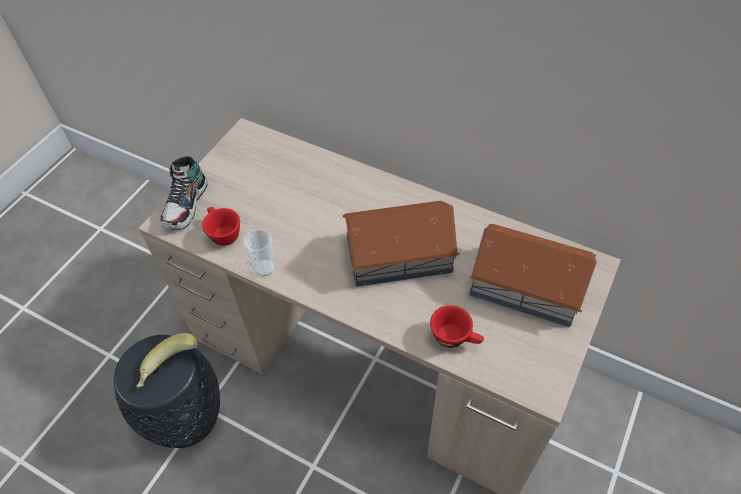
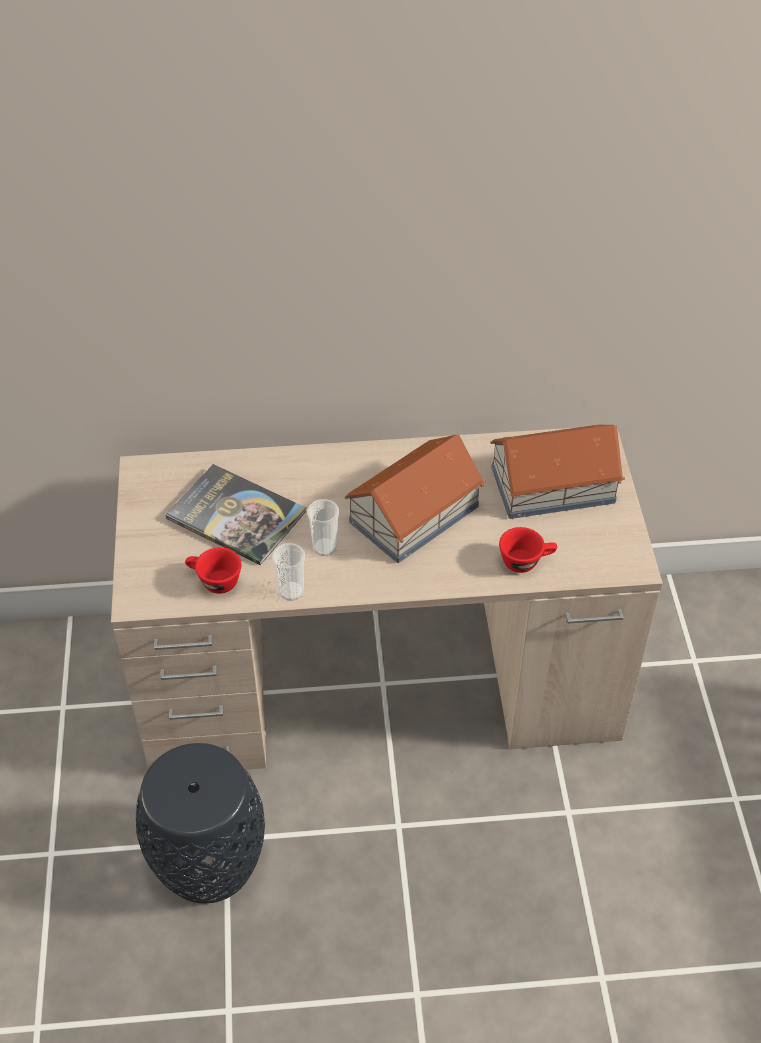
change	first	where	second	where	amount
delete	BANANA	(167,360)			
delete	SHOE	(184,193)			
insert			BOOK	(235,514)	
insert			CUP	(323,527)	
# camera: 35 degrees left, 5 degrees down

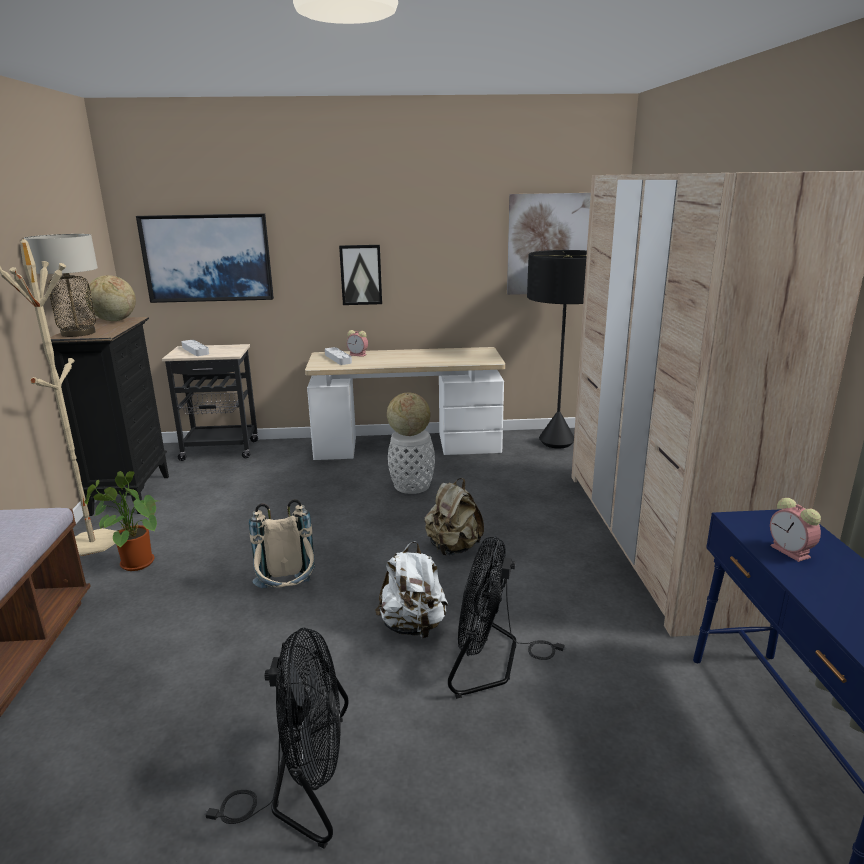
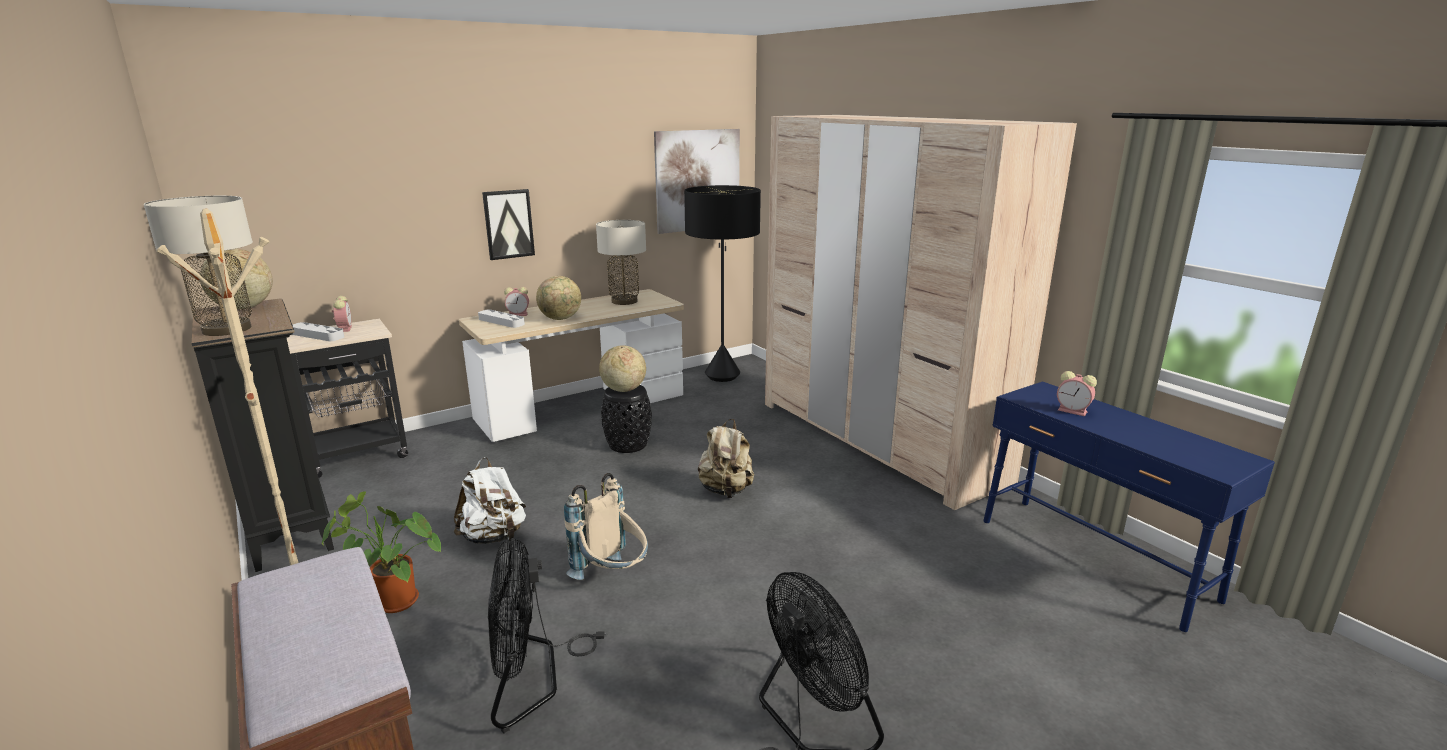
change	first	where	second	where	amount
delete	PICTURE	(205,258)			
insert			ALARM CLOCK	(342,314)	
insert			GLOBE	(558,298)	
insert			TABLE LAMP	(621,262)	
move	WHITE BACKPACK	(411,590)		(489,500)	
move	BLACK FAN	(507,617)		(547,636)	
recolor	WHITE STOOL	(411,462)	BLACK STOOL	(626,419)	
# camera: 30 degrees left, 0 degrees up

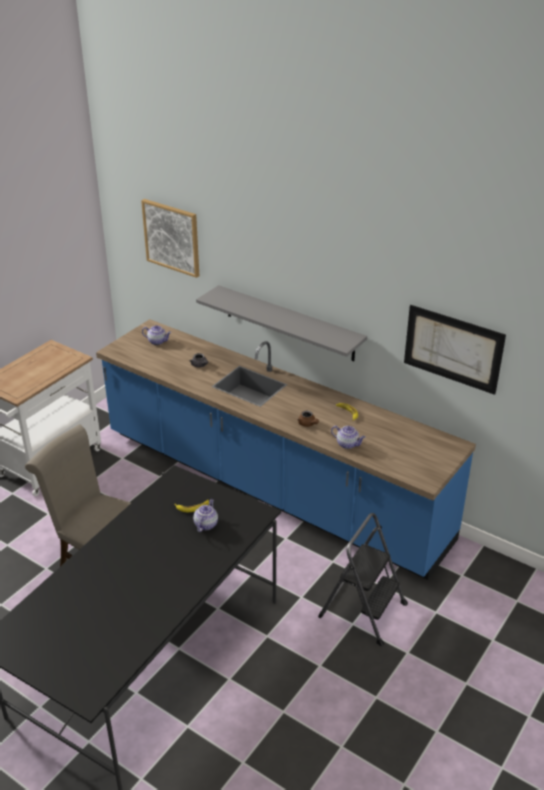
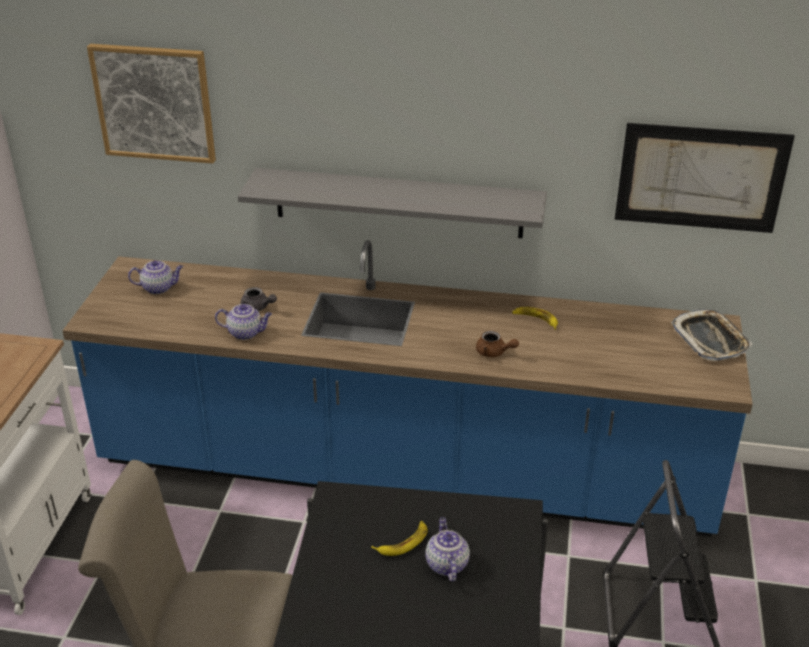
change	first	where	second	where	amount
insert			TRAY	(712,335)	
move	TEAPOT	(348,437)		(243,322)	
# camera: 25 degrees left, 0 degrees up

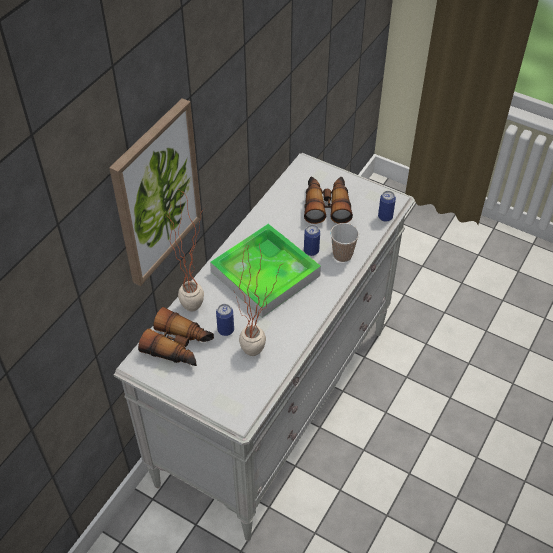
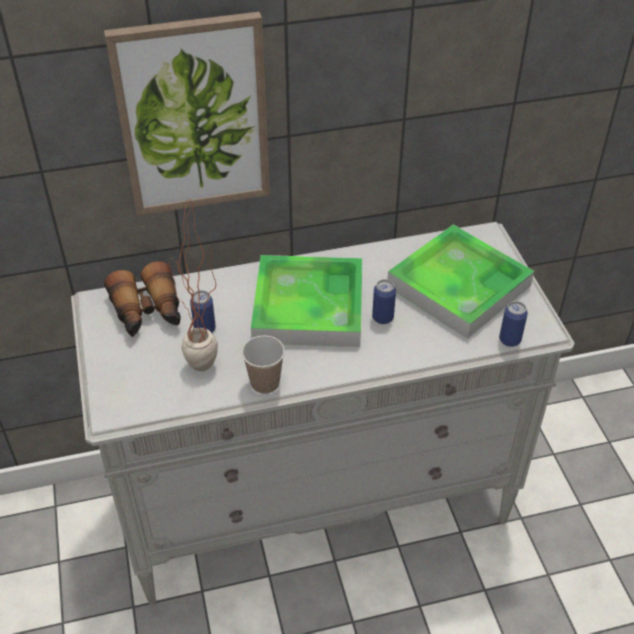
change	first	where	second	where	amount
delete	POTTED PLANT	(185,250)			
move	CUP	(344,242)		(263,364)	
replace	BINOCULARS	(328,200)	TRAY	(460,281)	
# camera: 45 degrees right, 5 degrees down

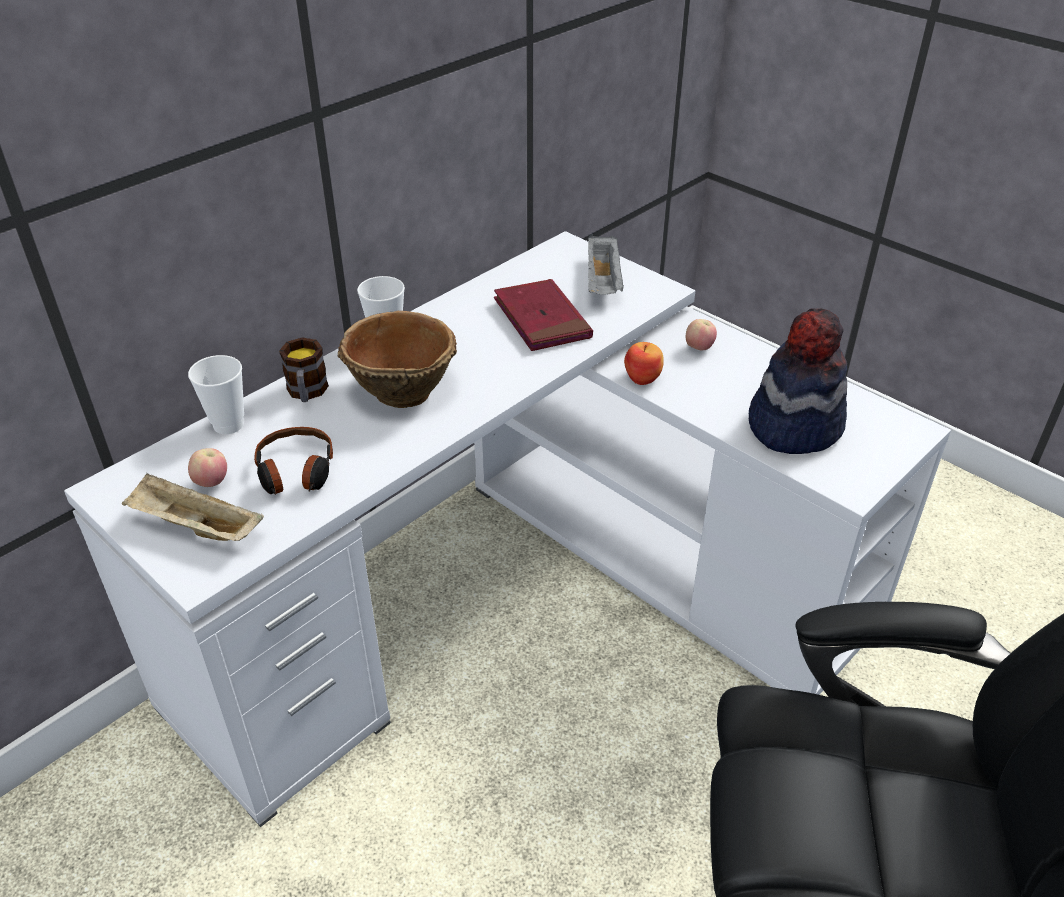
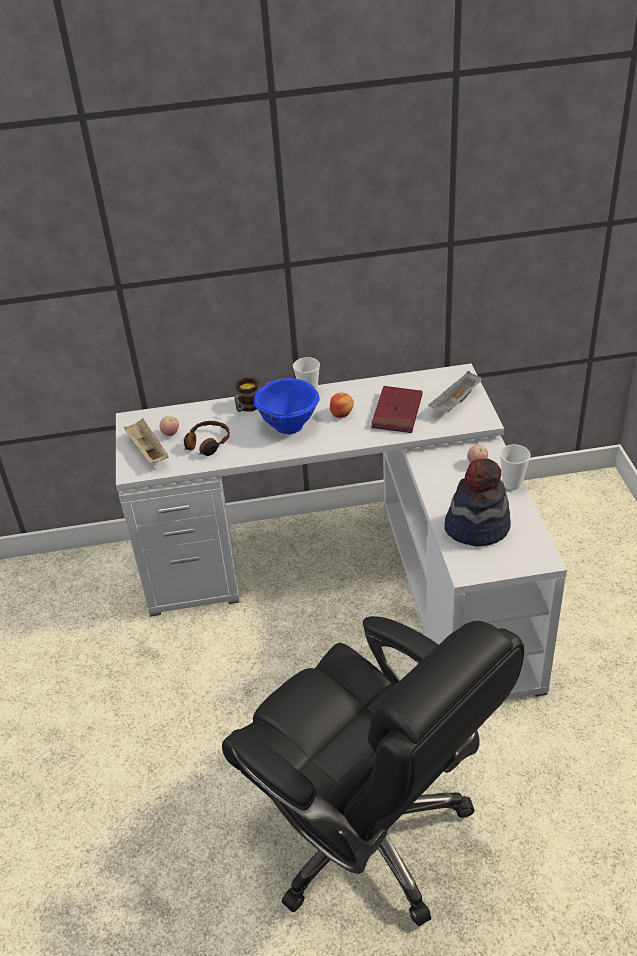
change	first	where	second	where	amount
move	CUP	(216,394)		(515,467)	
move	APPLE	(644,363)		(342,405)	
recolor	BROWN BOWL	(397,359)	BLUE BOWL	(287,406)	
# camera: 40 degrees right, 0 degrees up

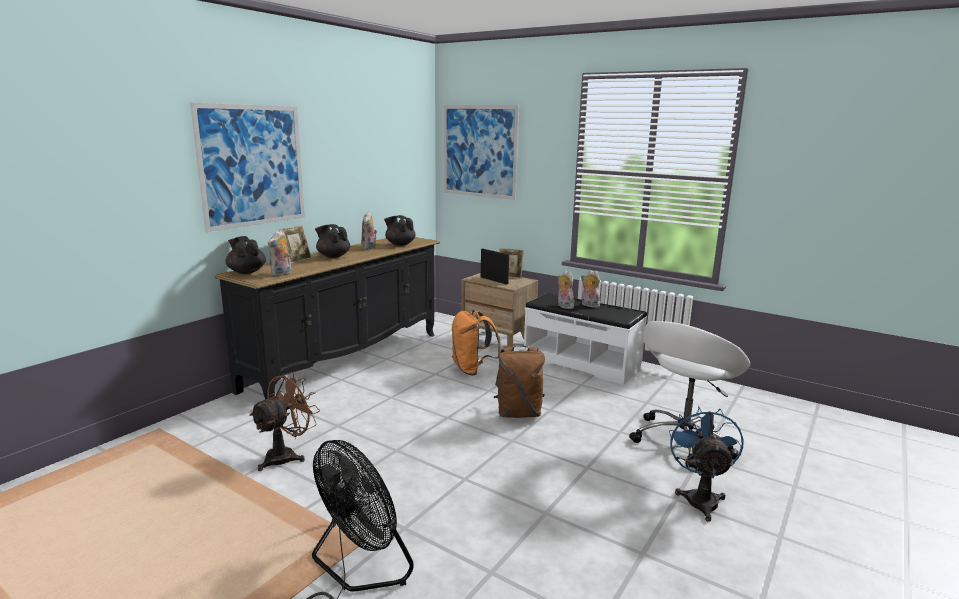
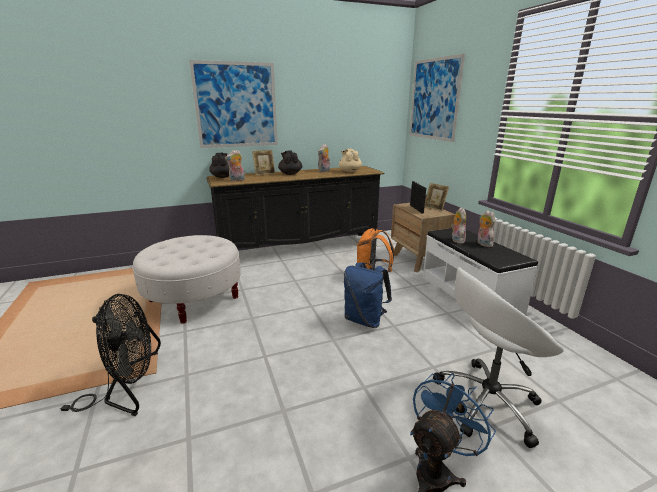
change	first	where	second	where	amount
replace	BROWN FAN	(284,421)	WHITE OTTOMAN	(186,279)	
recolor	BLACK TEAPOT	(400,230)	BEIGE TEAPOT	(350,160)	
recolor	BROWN BACKPACK	(519,381)	BLUE BACKPACK	(368,295)	
# camera: 35 degrees right, 5 degrees up

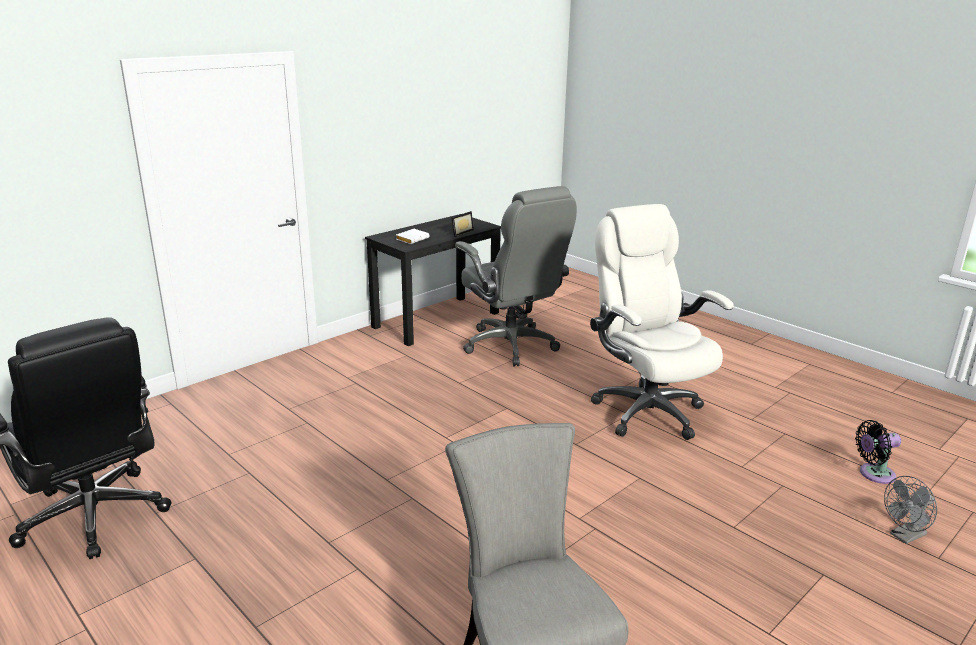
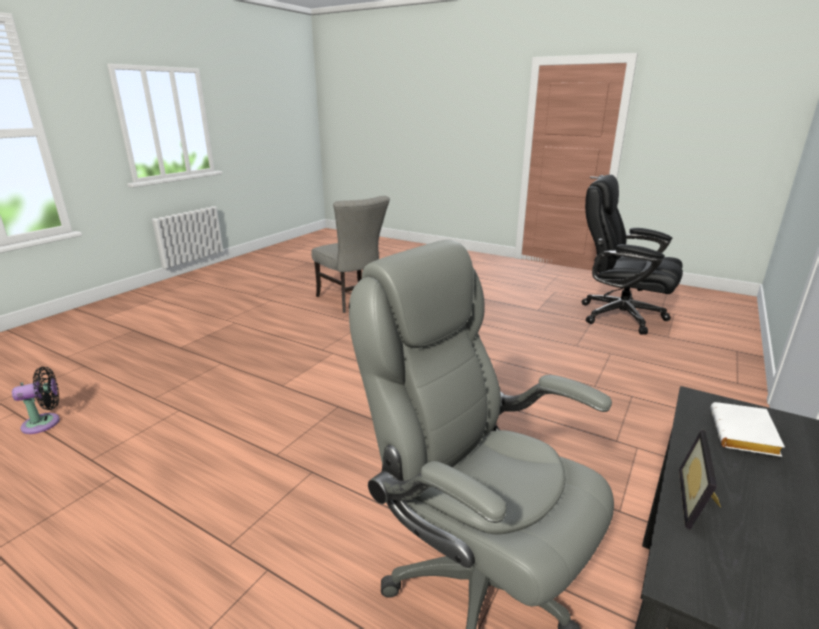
change	first	where	second	where	amount
delete	WHITE OFFICE CHAIR	(662,322)			
delete	GREY FAN	(910,510)			
# camera: 165 degrees right, 0 degrees up

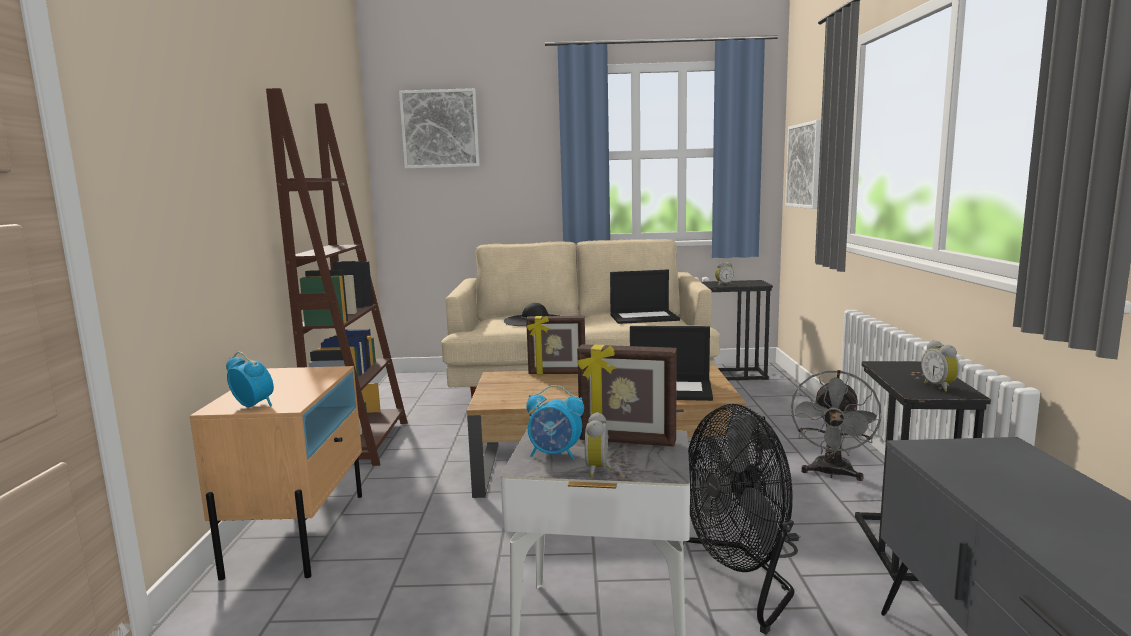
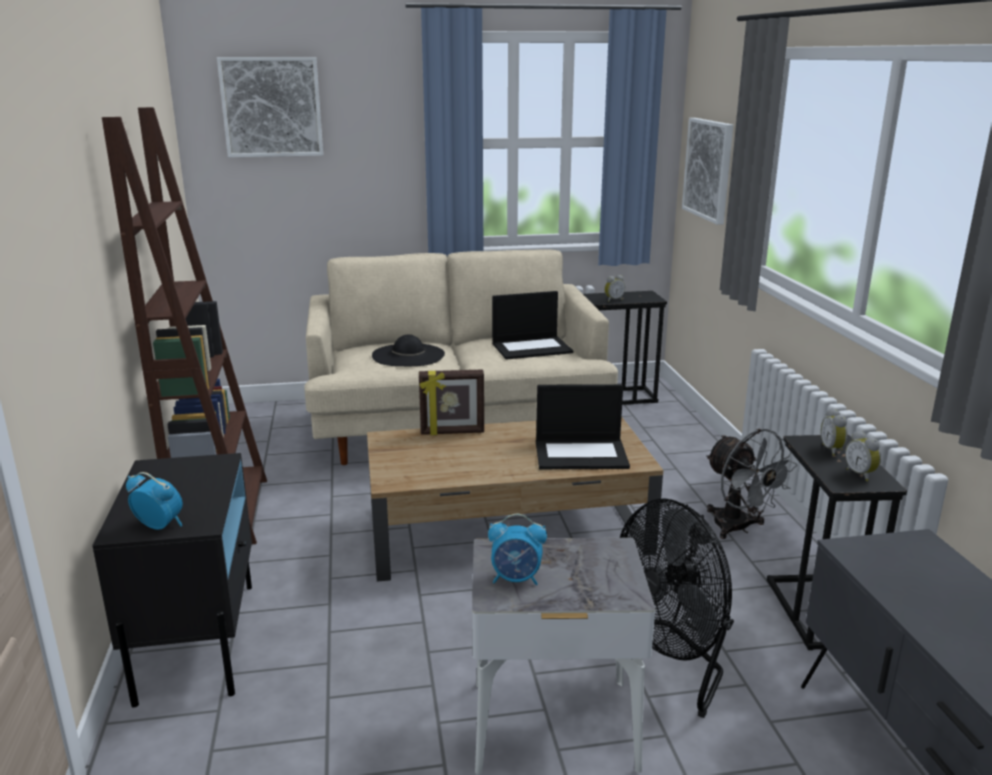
change	first	where	second	where	amount
delete	PICTURE FRAME	(627,395)			
move	ALARM CLOCK	(598,444)		(834,432)	
recolor	BEIGE NIGHTSTAND	(276,473)	BLACK NIGHTSTAND	(172,580)	
rotate	GREY FAN	(835,425)		(752,484)	45 degrees counterclockwise
# camera: 10 degrees left, 10 degrees up

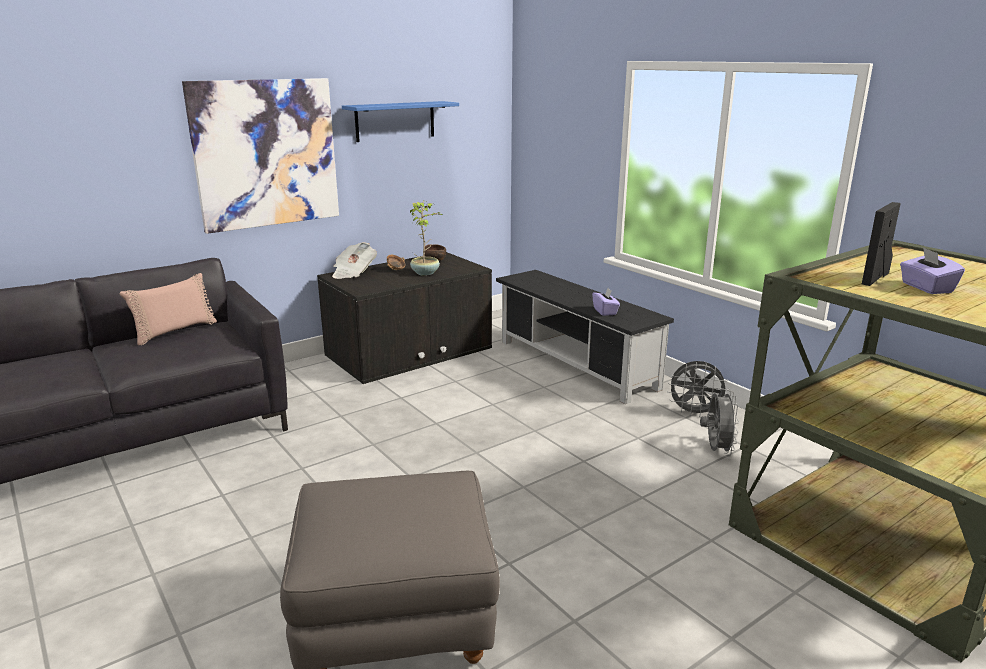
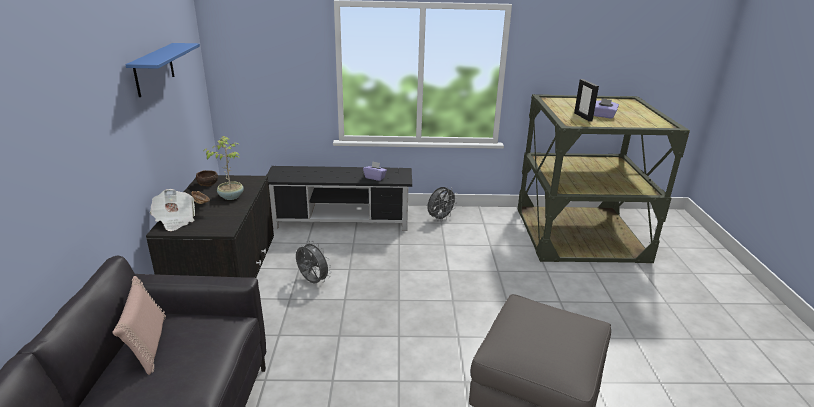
change	first	where	second	where	amount
delete	PICTURE	(260,156)			
move	GREY FAN	(719,423)		(313,261)	
# camera: 55 degrees left, 5 degrees up

